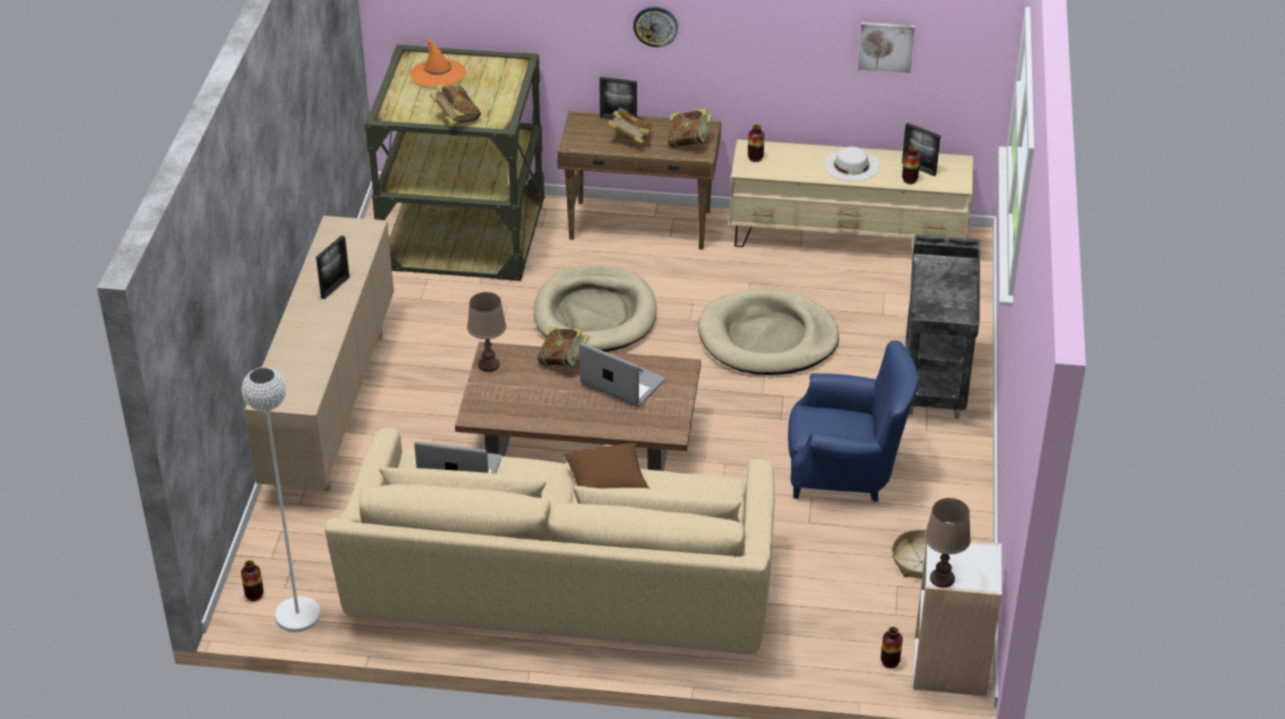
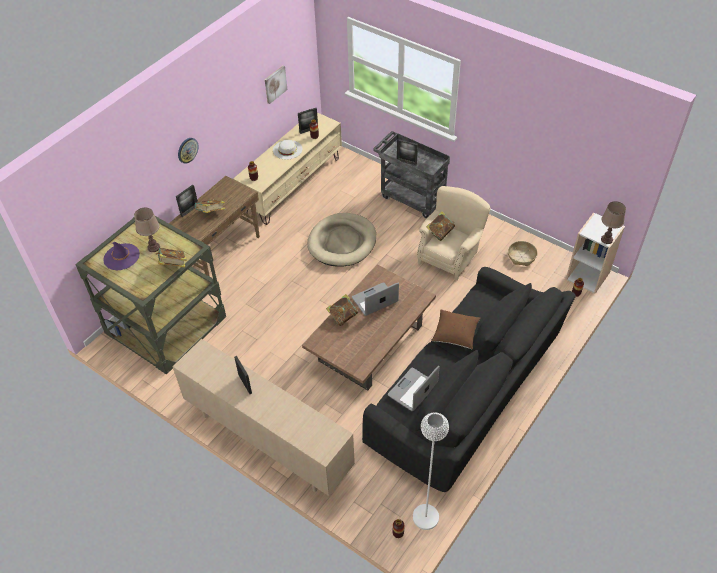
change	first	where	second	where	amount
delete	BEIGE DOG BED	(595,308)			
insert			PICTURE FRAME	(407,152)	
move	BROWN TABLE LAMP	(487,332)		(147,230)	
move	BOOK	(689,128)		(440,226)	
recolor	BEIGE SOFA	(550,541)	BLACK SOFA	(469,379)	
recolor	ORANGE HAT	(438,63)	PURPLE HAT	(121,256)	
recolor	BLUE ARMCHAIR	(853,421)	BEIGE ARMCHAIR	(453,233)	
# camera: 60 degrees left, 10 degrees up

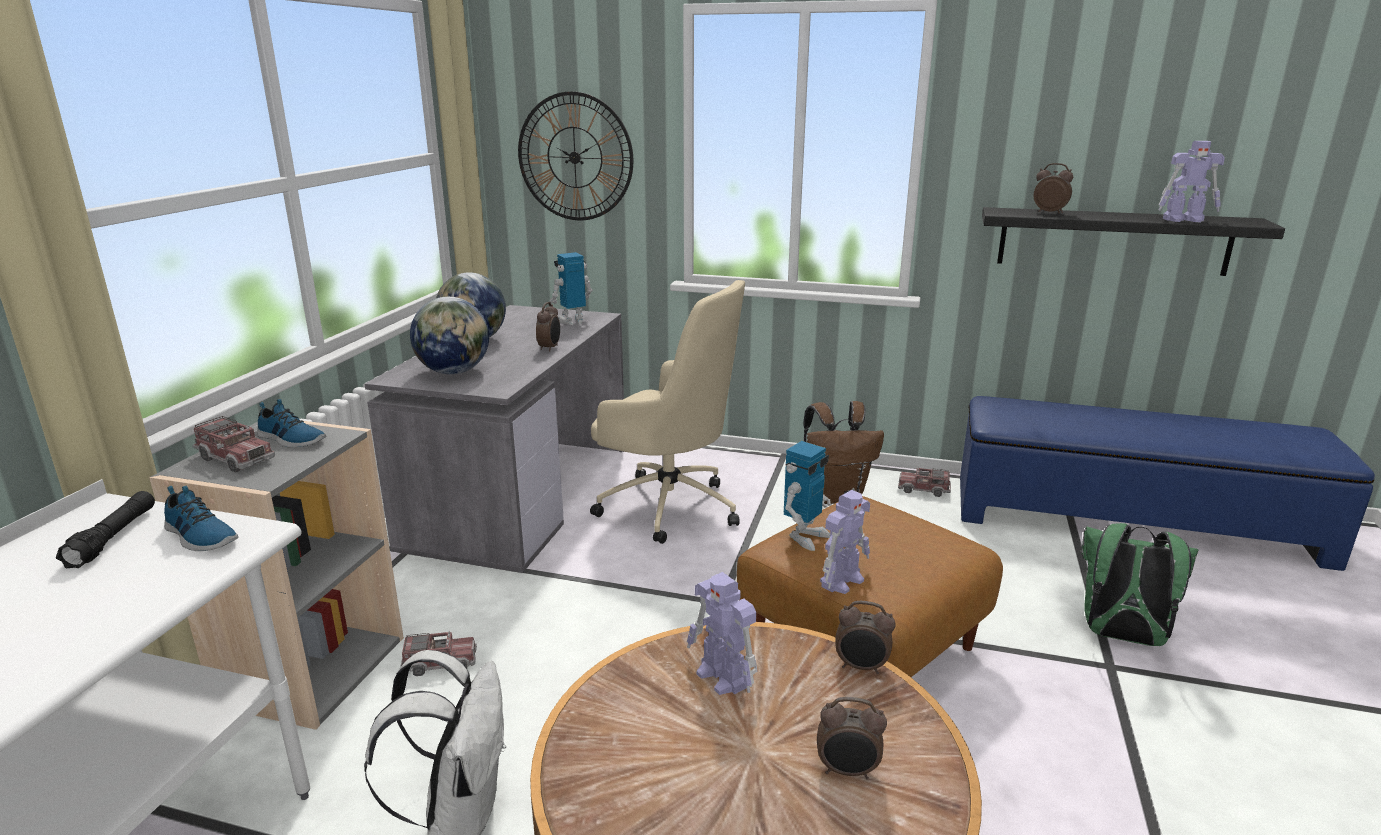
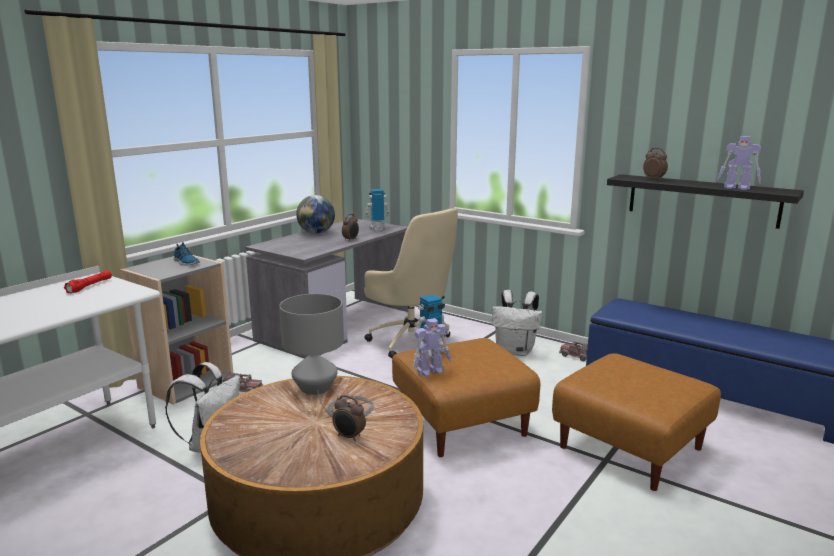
change	first	where	second	where	amount
delete	SHOE	(201,518)			
delete	TOY TRUCK	(233,444)			
delete	GLOBE	(449,335)			
delete	WALL CLOCK	(575,156)			
delete	ALARM CLOCK	(865,637)			
replace	TOY ROBOT	(722,633)	GREY TABLE LAMP	(326,355)	
replace	GREEN BACKPACK	(1140,584)	BROWN OTTOMAN	(636,422)	
recolor	BLACK FLASHLIGHT	(105,529)	RED FLASHLIGHT	(88,282)	
recolor	BROWN BACKPACK	(843,452)	WHITE BACKPACK	(517,323)	
# camera: 20 degrees right, 5 degrees down

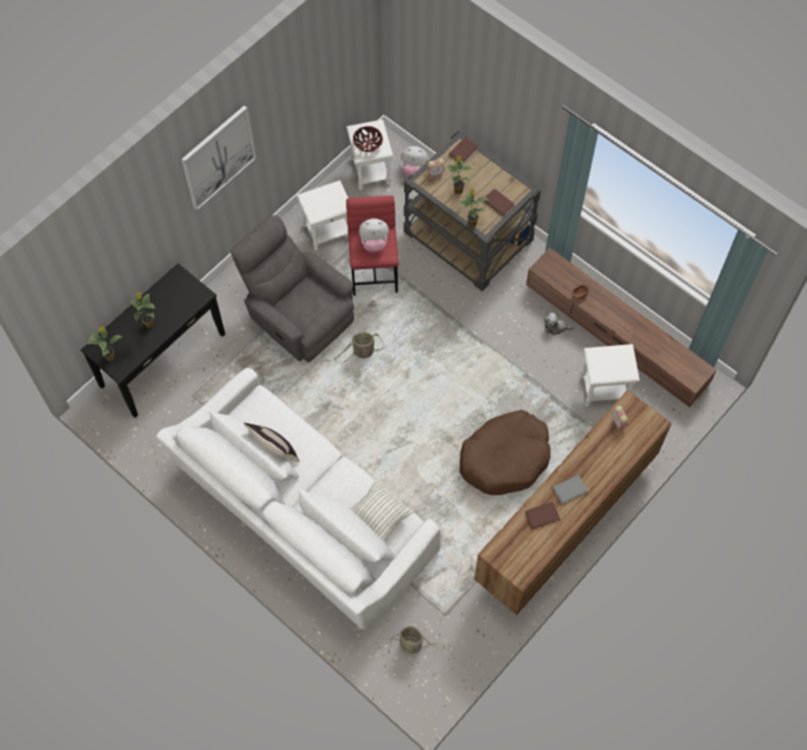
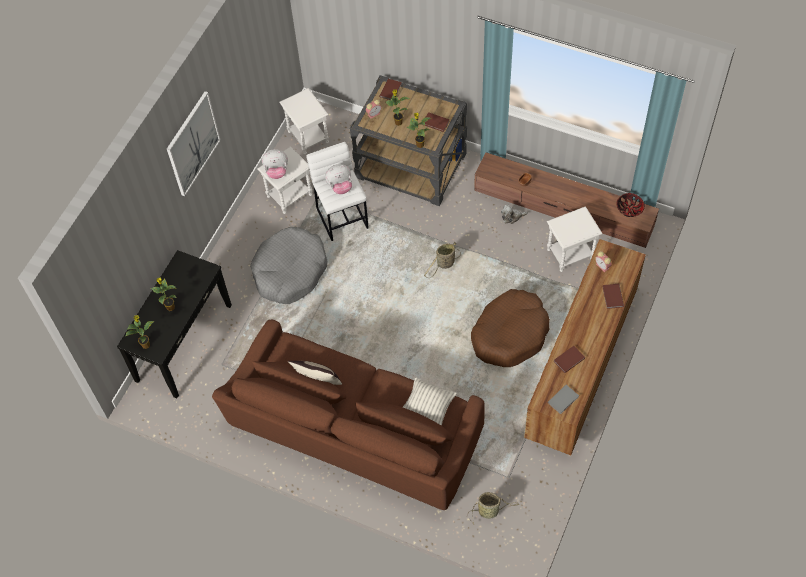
change	first	where	second	where	amount
insert			BROWN BOOK	(613,296)	
move	BASKET	(359,347)		(442,260)	
move	BOWL	(368,139)		(630,205)	
move	PLUSH TOY	(414,161)		(275,164)	
move	GREY BOOK	(570,489)		(563,399)	
replace	GREY ARMCHAIR	(292,288)	GREY DOG BED	(289,265)	
recolor	WHITE SOFA	(298,498)	BROWN SOFA	(348,415)	
recolor	RED STOOL	(372,245)	WHITE STOOL	(337,191)	
# camera: 15 degrees left, 5 degrees down

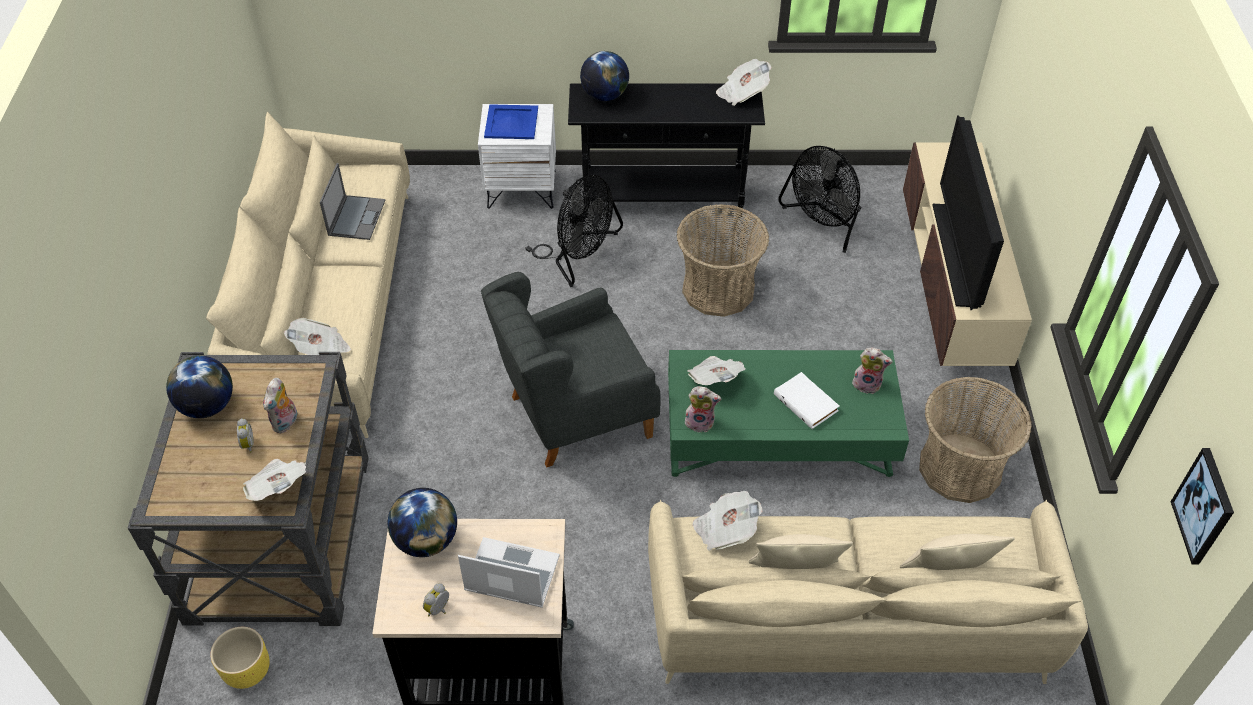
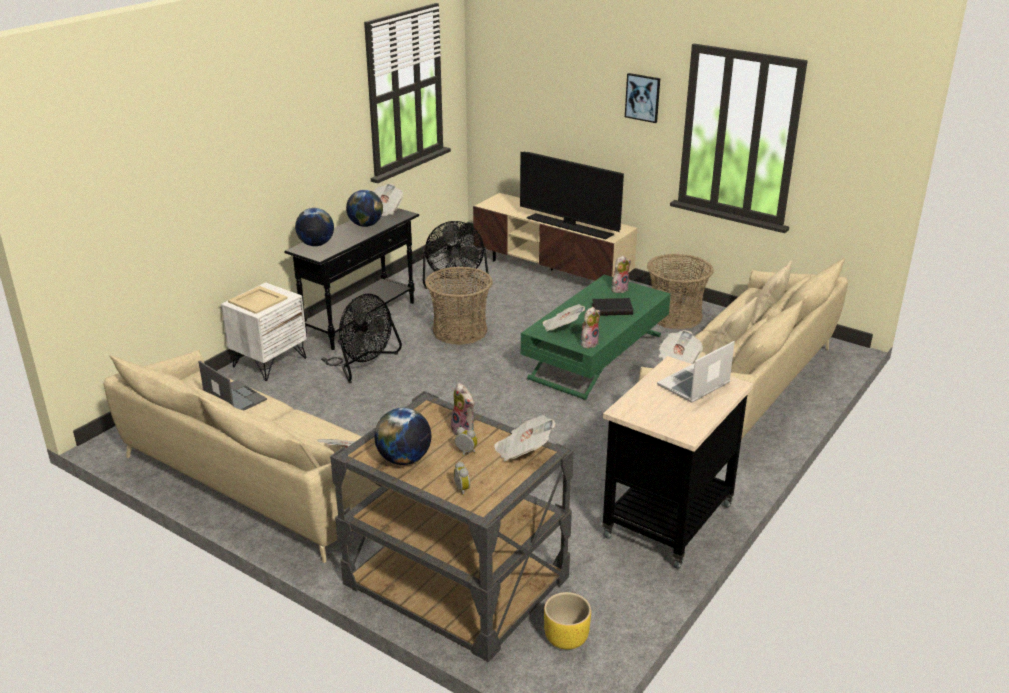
change	first	where	second	where	amount
delete	GREY ARMCHAIR	(571,370)			
move	GLOBE	(422,522)		(364,208)	
move	ALARM CLOCK	(436,599)		(462,478)	
move	PICTURE	(1202,506)		(642,98)	
recolor	BLUE TRAY	(511,121)	BEIGE TRAY	(258,300)	
recolor	WHITE BOOK	(807,400)	BLACK BOOK	(612,307)	
rotate	BLACK FAN	(574,231)		(361,338)	60 degrees clockwise
# camera: 55 degrees left, 20 degrees down

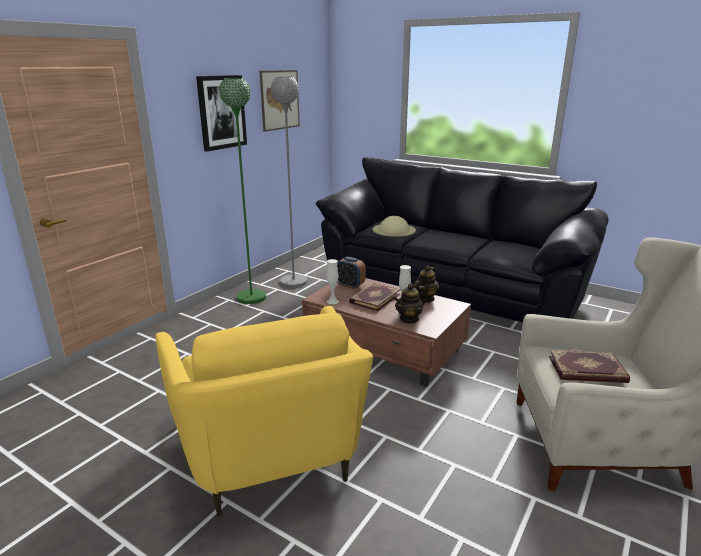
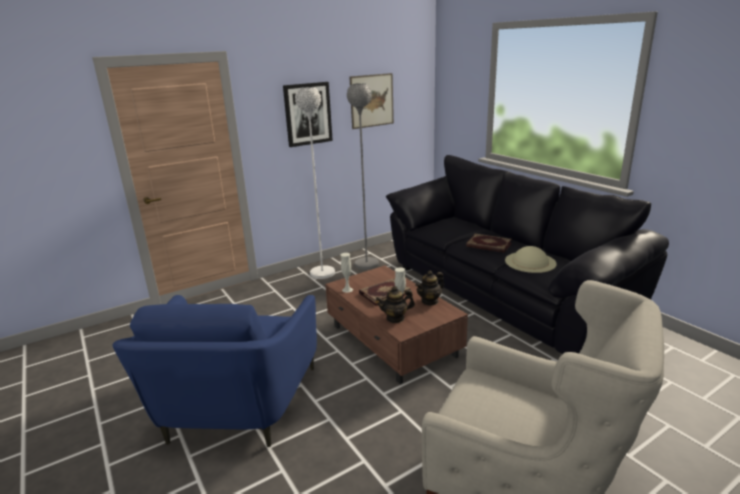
change	first	where	second	where	amount
delete	ALARM CLOCK	(351,273)			
move	BEIGE HAT	(394,226)		(531,259)	
move	BOOK	(589,366)		(489,243)	
recolor	YELLOW ARMCHAIR	(264,411)	BLUE ARMCHAIR	(214,371)	
recolor	GREEN FLOOR LAMP	(242,191)	WHITE FLOOR LAMP	(315,183)	
# camera: 25 degrees right, 0 degrees up

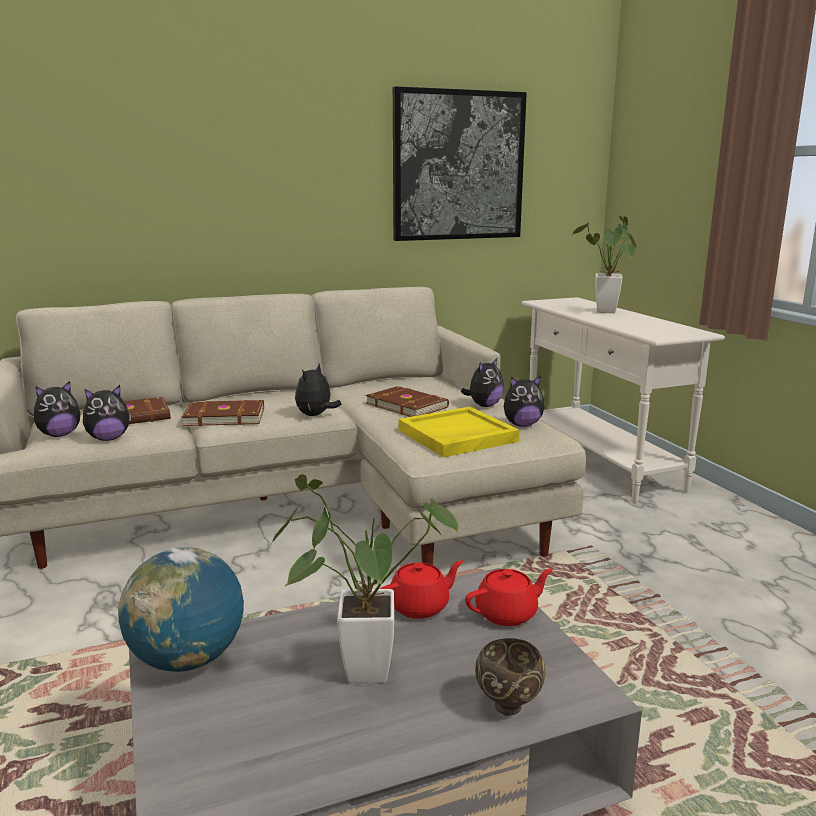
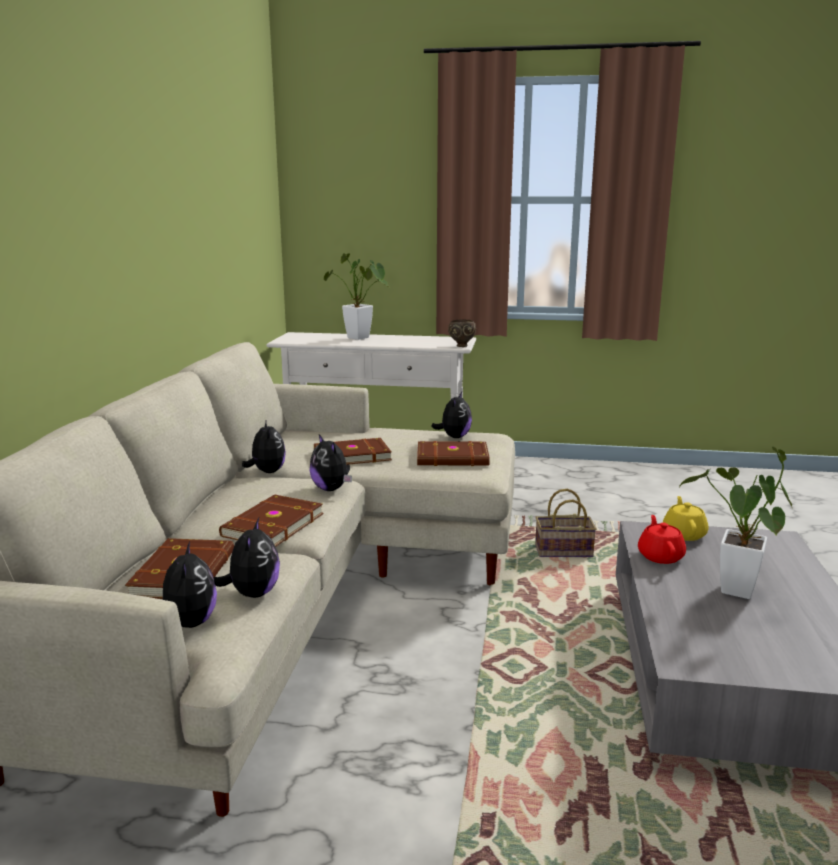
change	first	where	second	where	amount
delete	GLOBE	(181,609)			
delete	PICTURE	(460,163)			
insert			BASKET	(566,523)	
move	PLUSH TOY	(482,382)		(264,446)	
move	BROWN BOWL	(510,677)		(462,333)	
replace	YELLOW TRAY	(459,432)	BROWN BOOK	(453,453)	
recolor	RED TEAPOT	(509,597)	YELLOW TEAPOT	(686,518)	
# camera: 60 degrees left, 0 degrees up

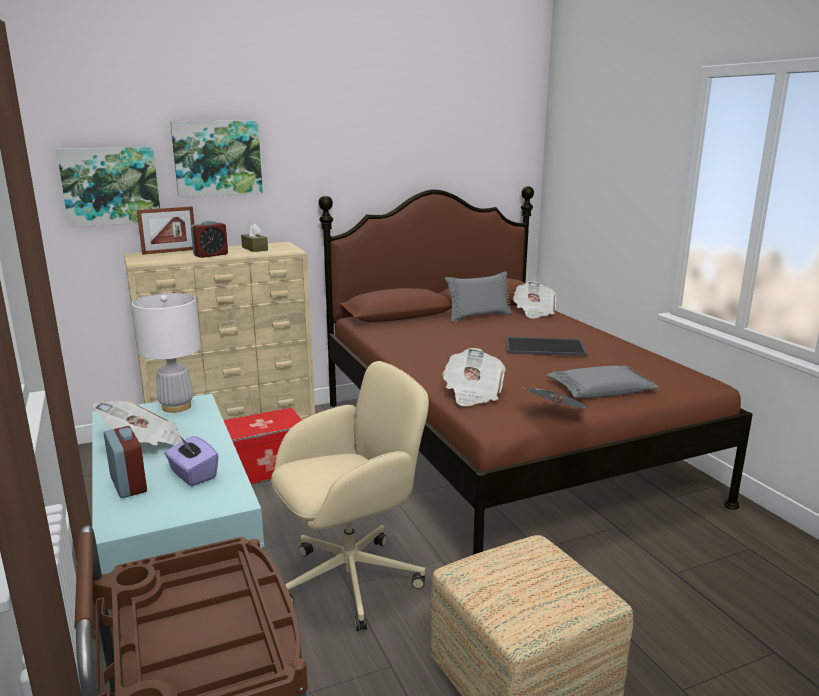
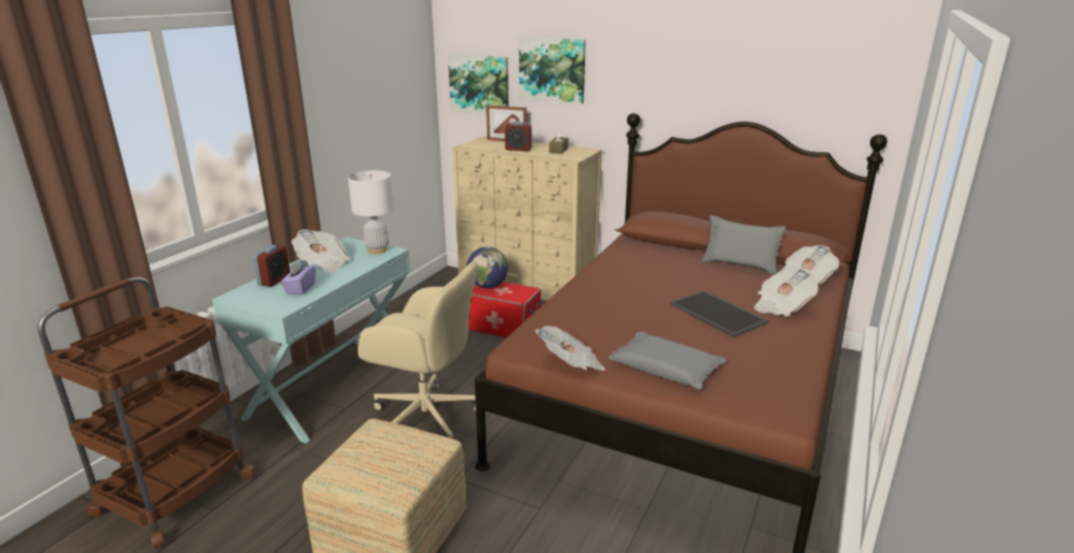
change	first	where	second	where	amount
insert			GLOBE	(487,267)	
move	NEWSPAPER	(474,377)		(786,293)	
# camera: 50 degrees right, 5 degrees up

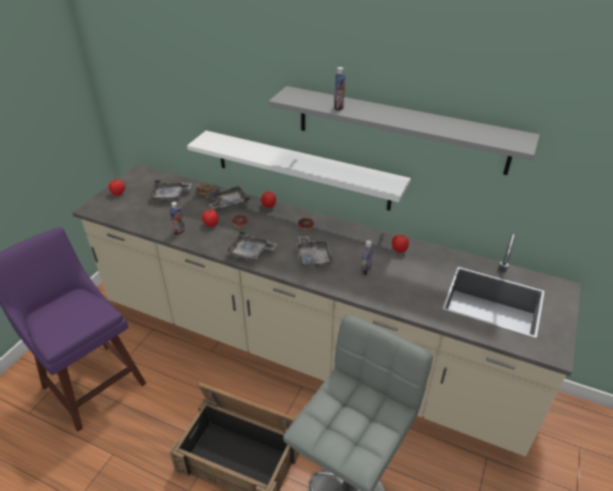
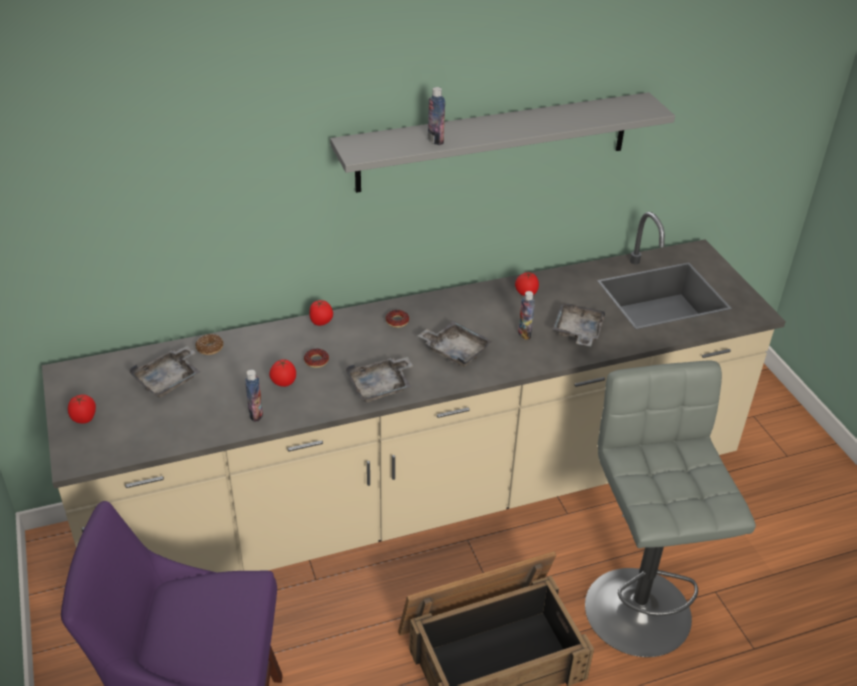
change	first	where	second	where	amount
delete	WHITE SHELF	(299,171)			
move	GREY TRAY	(229,198)		(579,324)	
# camera: 45 degrees left, 0 degrees up

